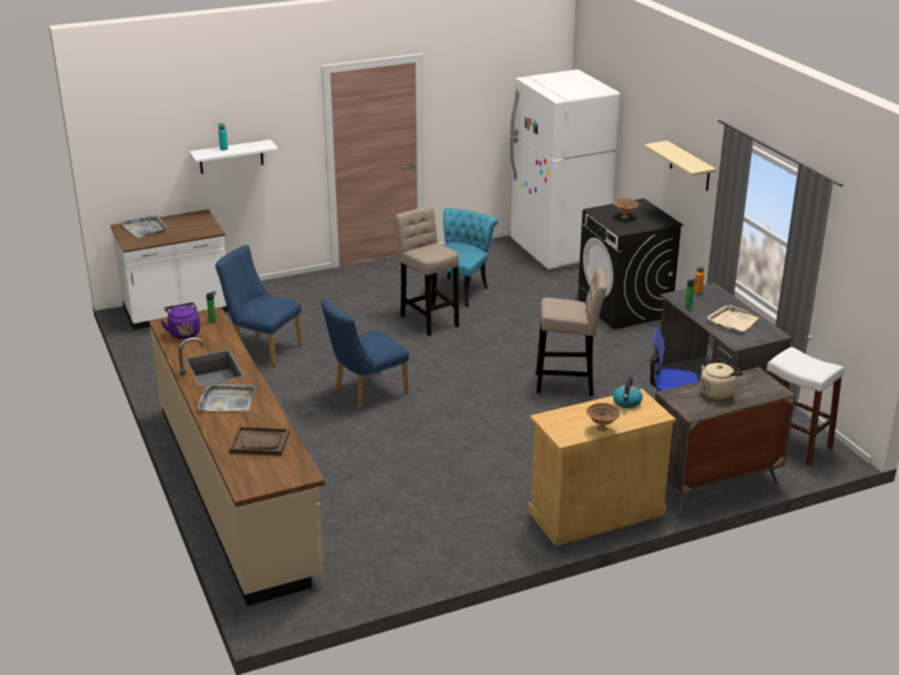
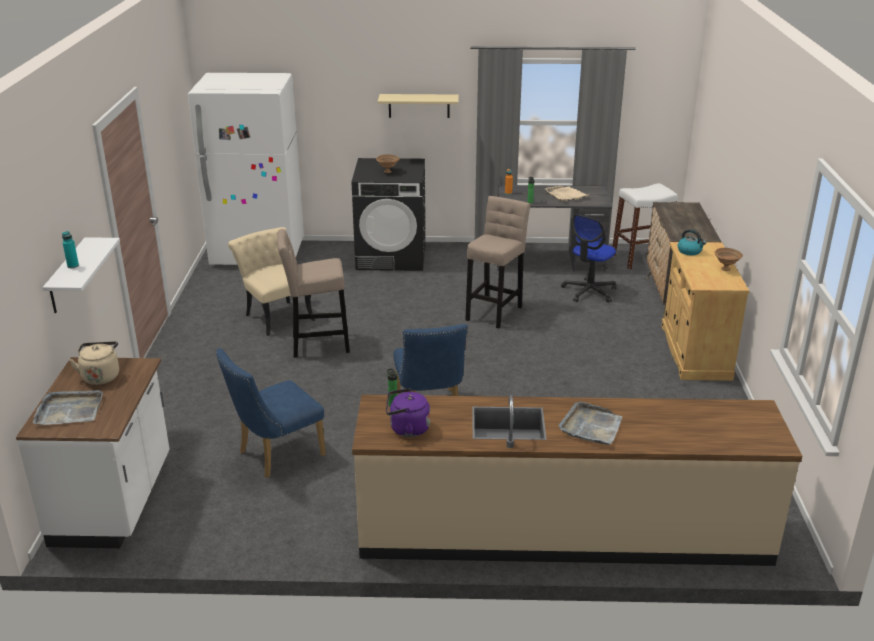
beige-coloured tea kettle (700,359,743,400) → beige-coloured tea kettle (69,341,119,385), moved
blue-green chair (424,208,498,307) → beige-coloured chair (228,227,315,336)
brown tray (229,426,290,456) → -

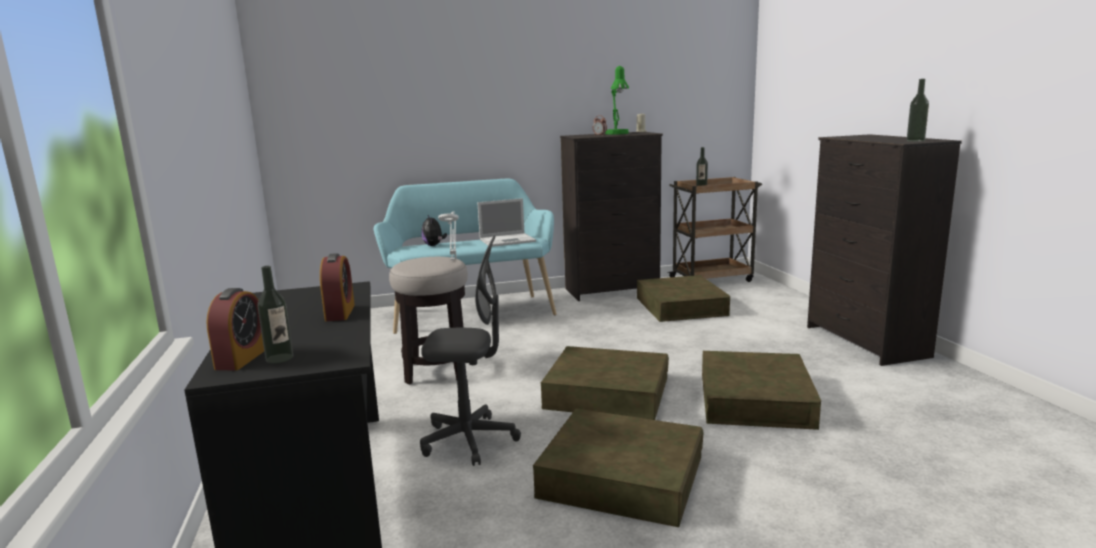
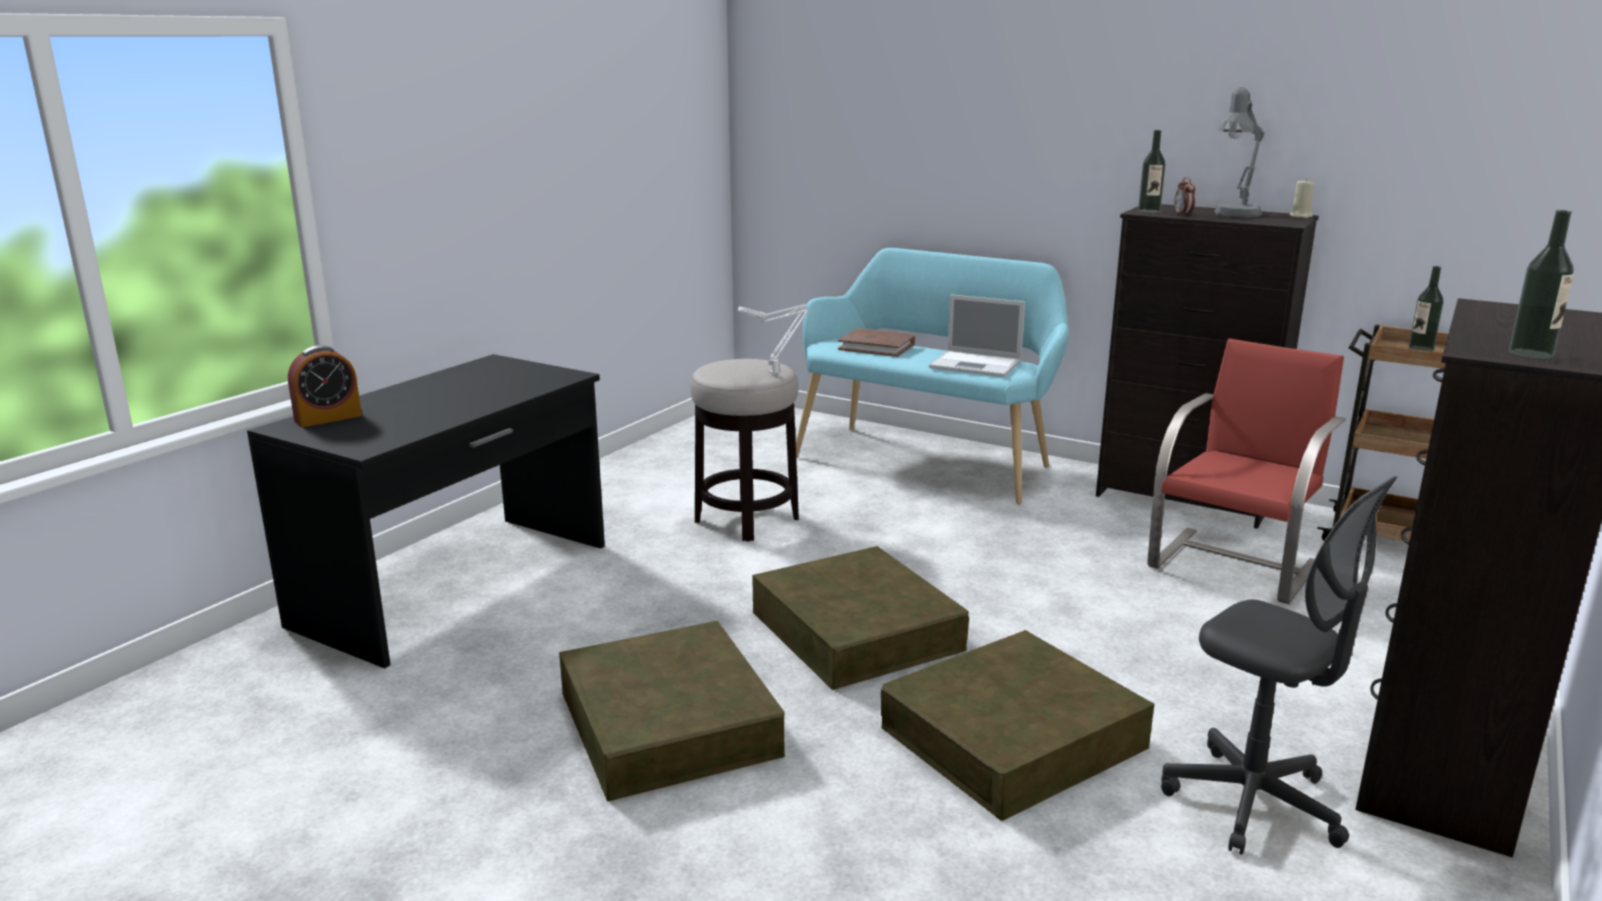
soft toy (422,215,447,246) → brown volume (838,328,915,357)
beverage bottle (257,266,293,364) → beverage bottle (1138,130,1166,213), moved
brown storage container (637,275,730,322) → reddish chair (1147,338,1346,604)
grey office chair (420,235,521,466) → grey office chair (1161,476,1397,855), moved
green lamp for a table (605,66,629,135) → grey lamp for a table (1214,87,1264,218)
table clock (320,253,355,321) → -

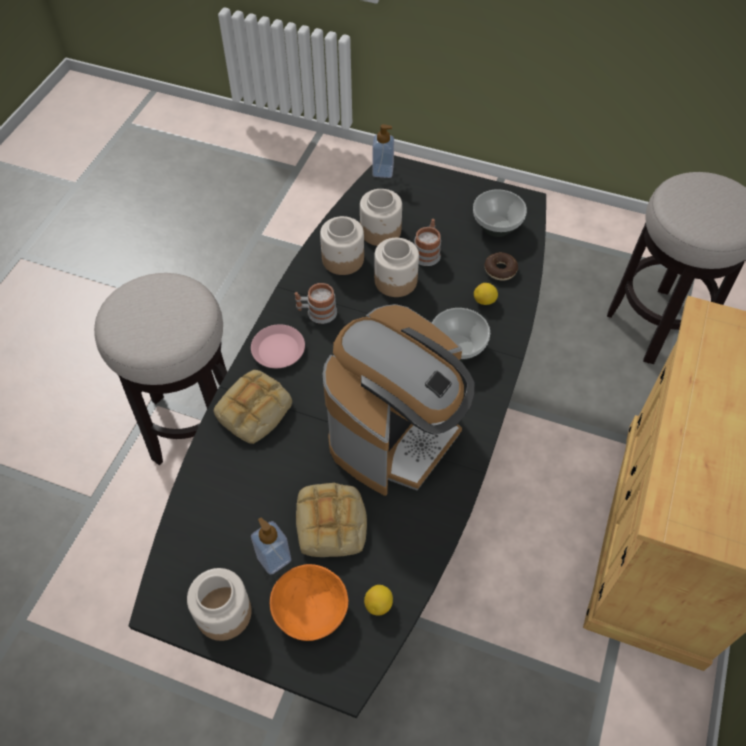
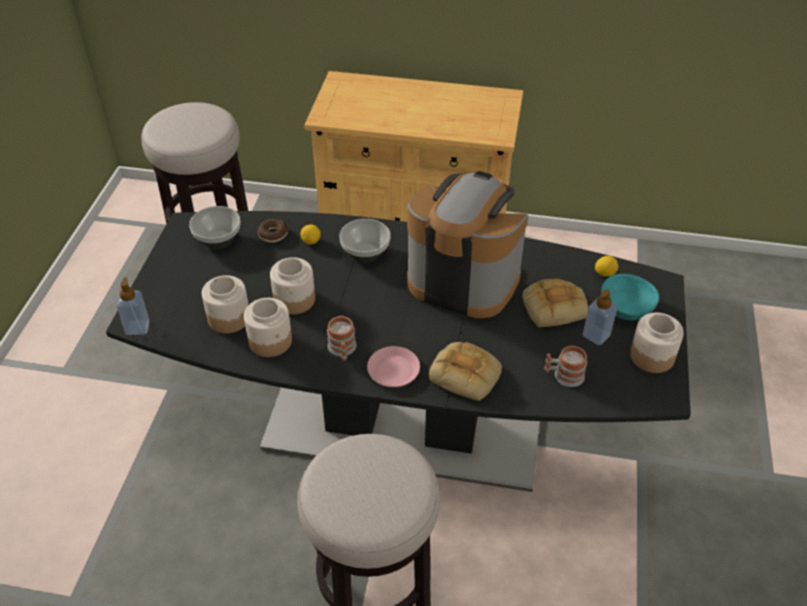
mug (414,219,441,266) → mug (544,346,587,387), moved
orangey deep dish (270,564,348,641) → blue-green deep dish (601,274,659,320)

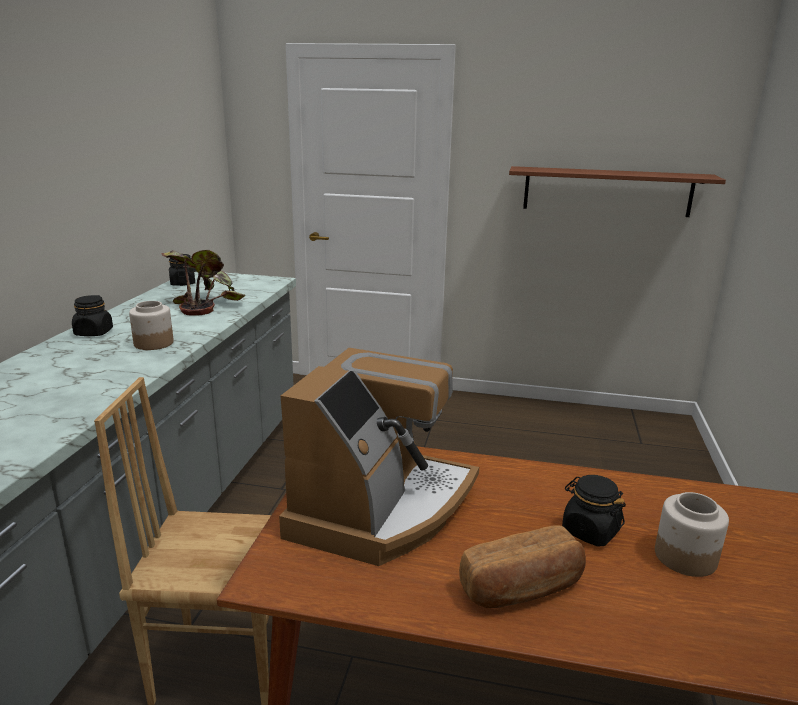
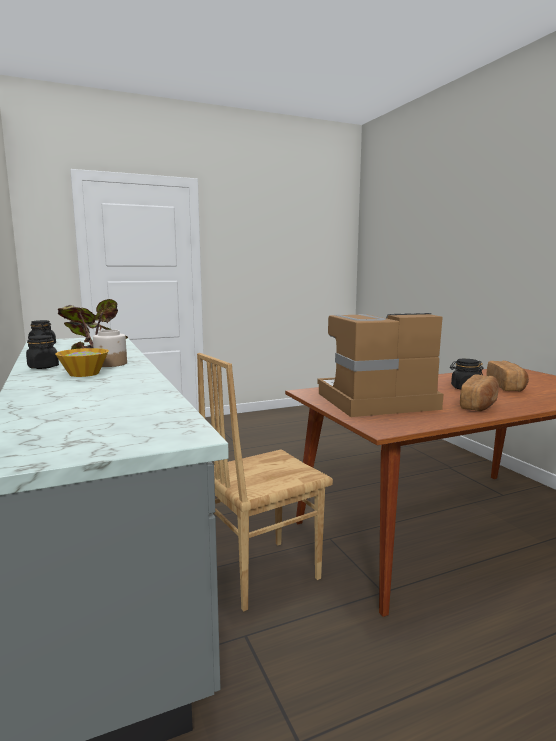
- → deep dish (55,348,109,377)
coffee machine (279,348,479,566) → coffee machine (317,313,443,417), 90 degrees counterclockwise
jar (655,492,729,577) → bakery bread (487,361,529,392)
brown wall shelf (509,166,726,217) → -

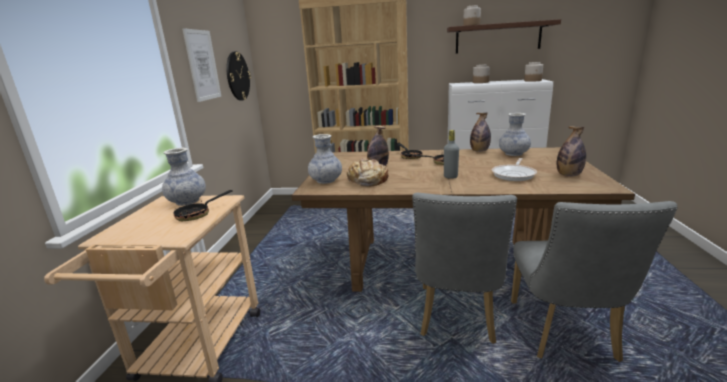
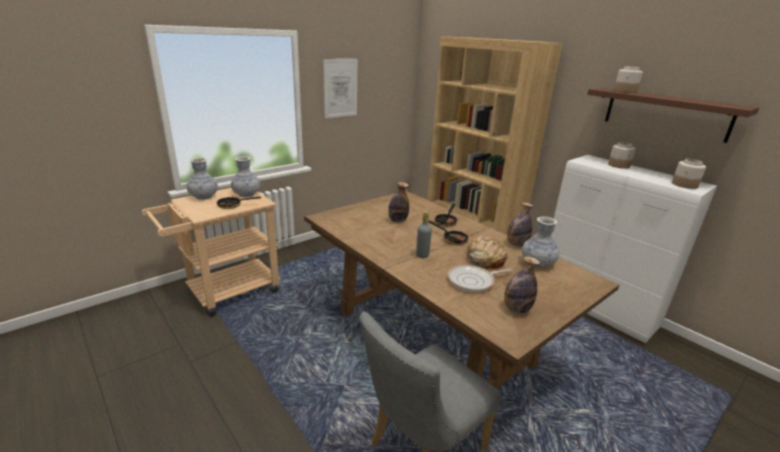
decorative vase (308,134,342,184) → decorative vase (187,158,218,200), moved
bakery bread (347,159,388,187) → bakery bread (465,236,508,269), moved
wall clock (226,51,251,100) → -
grey chair (412,193,517,344) → -

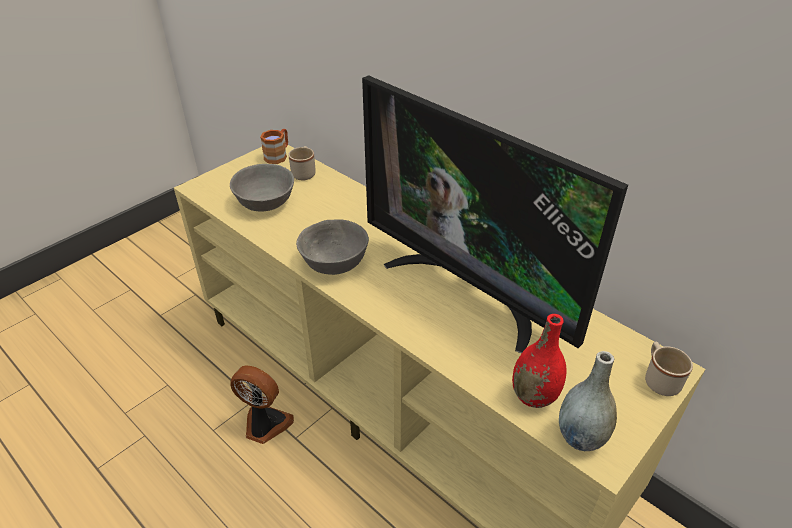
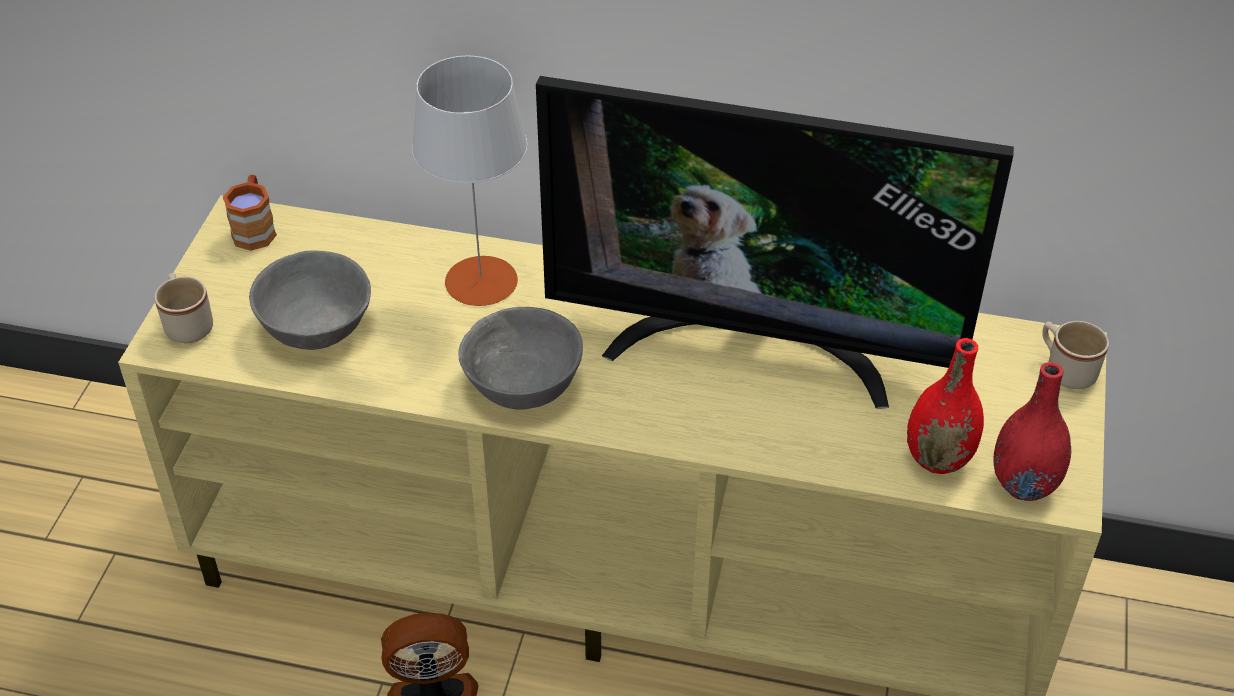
beige-coloured mug (288,146,316,180) → beige-coloured mug (154,273,213,343), moved
- → grey lamp for a table (412,55,528,306)
grey decorative vase (559,351,617,451) → reddish decorative vase (993,362,1071,501)

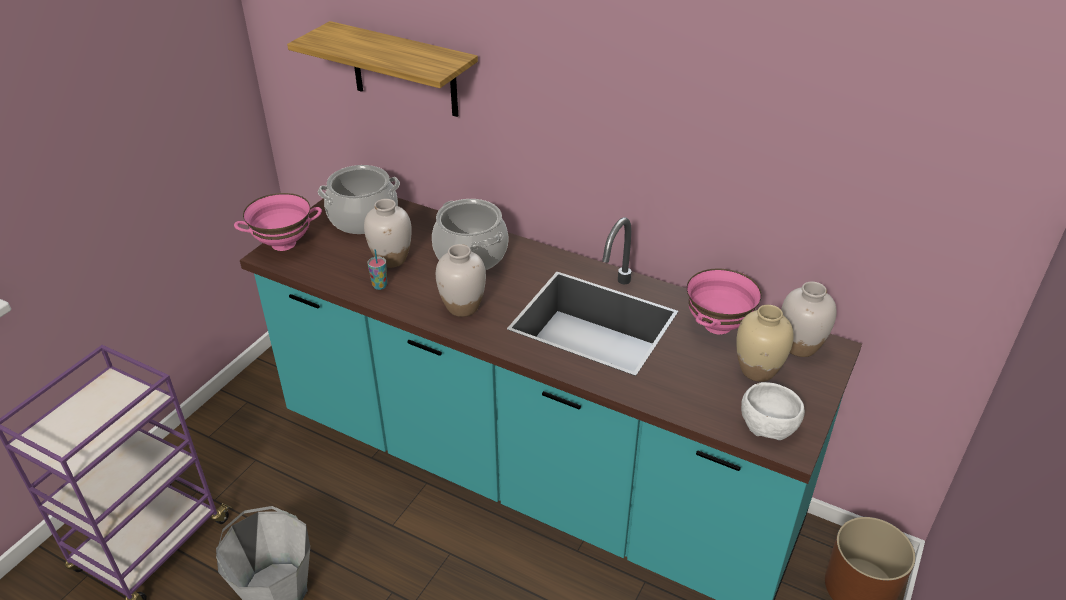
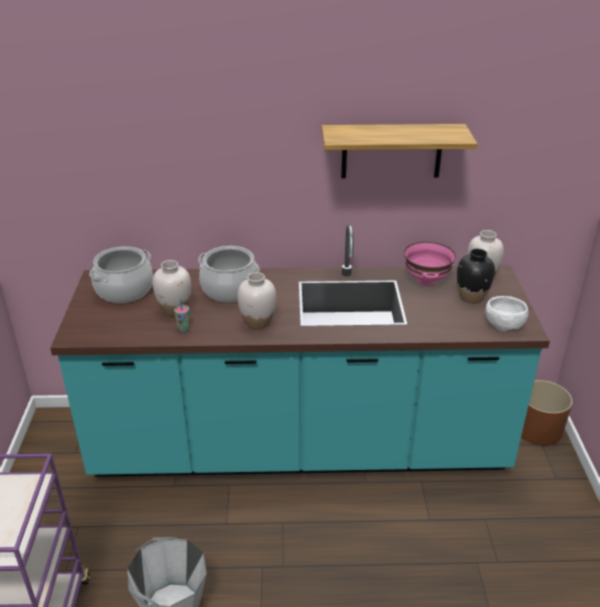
wall shelf (287,21,478,117) → wall shelf (322,124,478,178), moved
beige-coloured decorative vase (736,305,794,382) → blackish decorative vase (457,249,495,304)
pink-coloured deep dish (234,193,322,251) → -

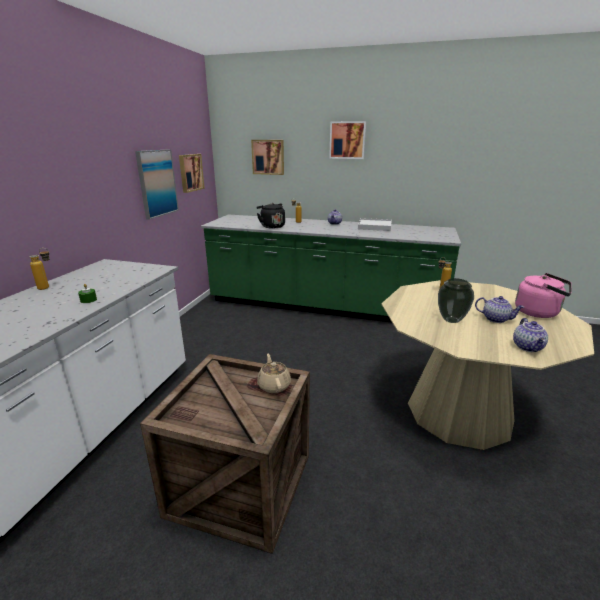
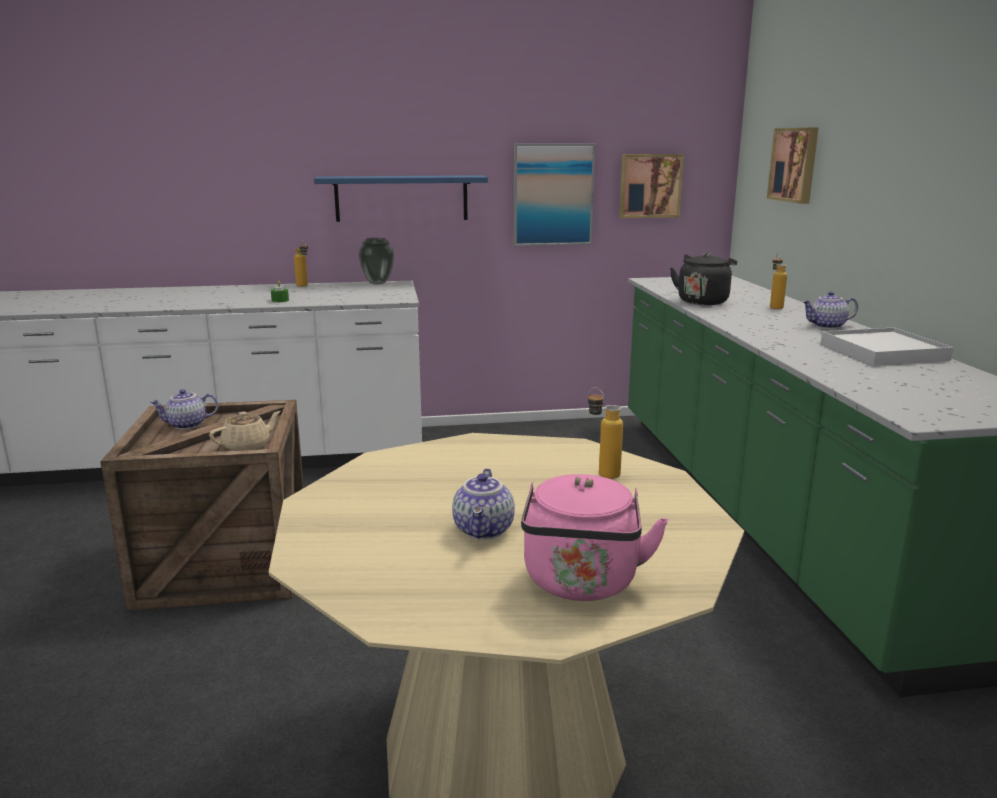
teapot (513,318,548,352) → teapot (149,389,219,429), moved
- → bluish wall shelf (314,175,488,222)
decorative vase (438,278,474,323) → decorative vase (359,238,394,285), moved
wall art (329,121,366,159) → -

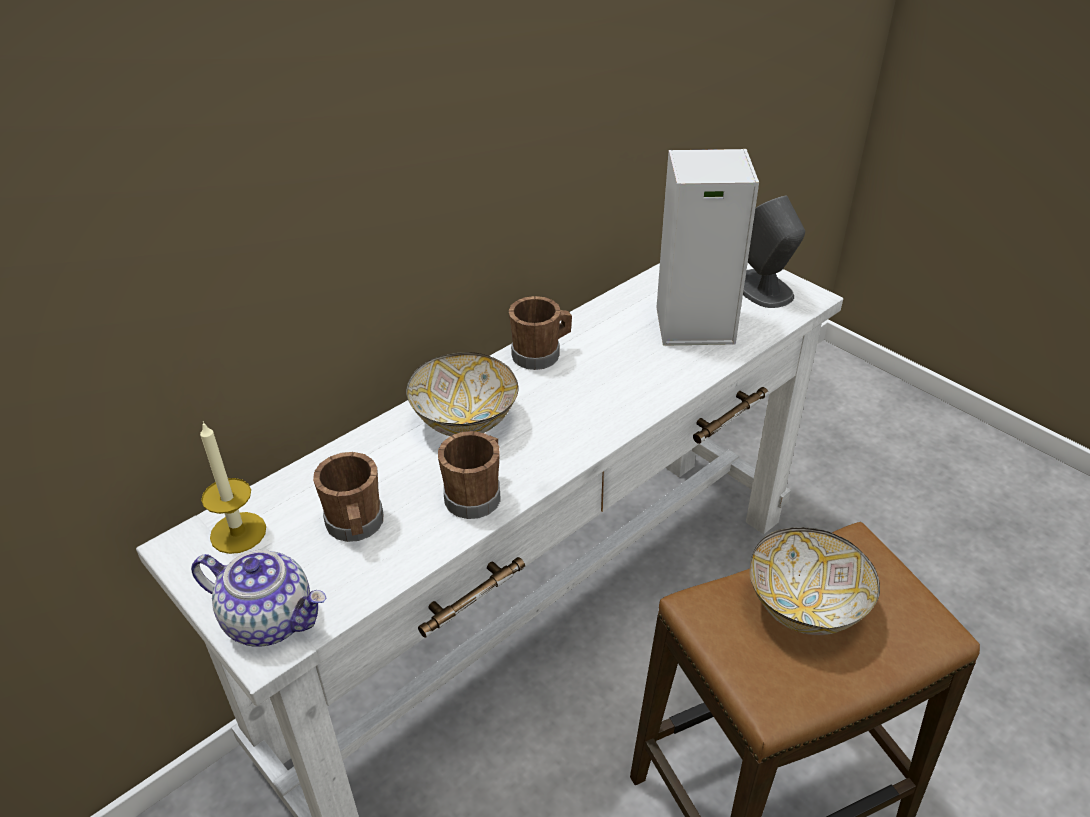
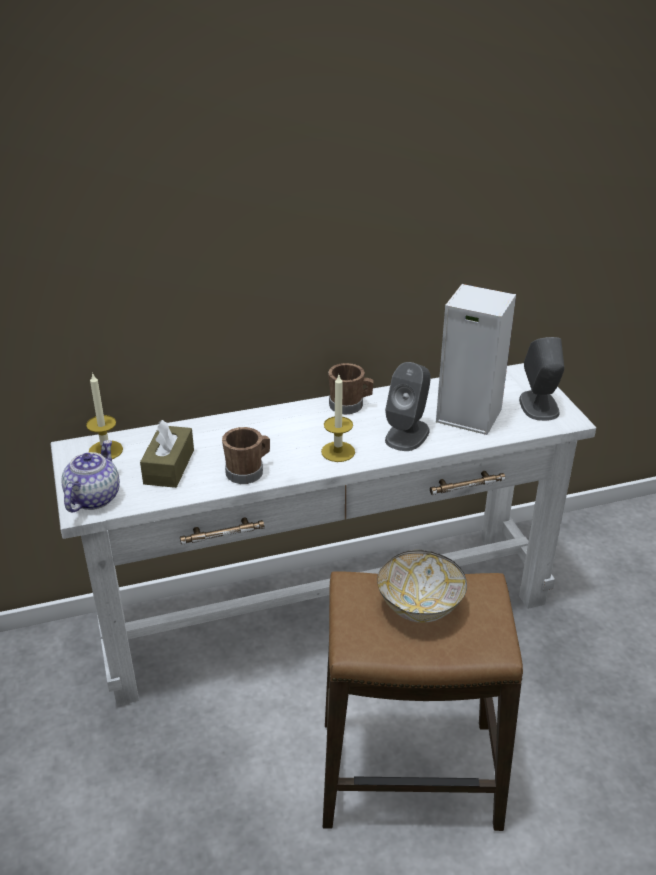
teapot (191,550,327,647) → teapot (62,440,120,512), 120 degrees counterclockwise
brown mug (313,452,383,542) → brown box of tissues (140,420,194,488)
- → candle (321,375,355,462)
- → grey audio speaker (385,362,431,451)
deep dish (406,352,518,436) → -

